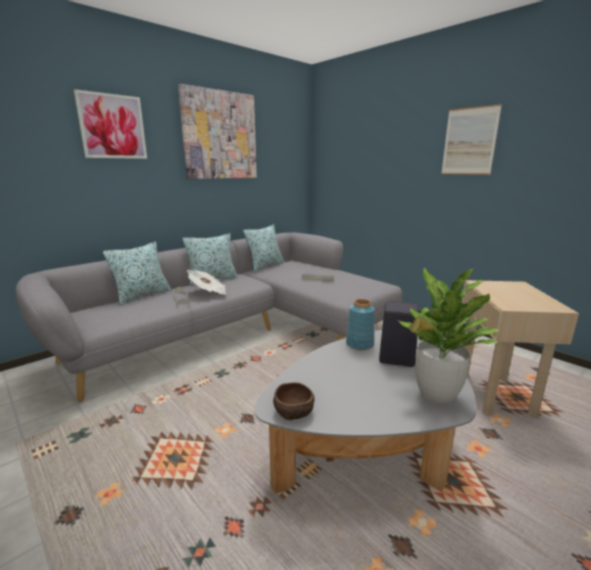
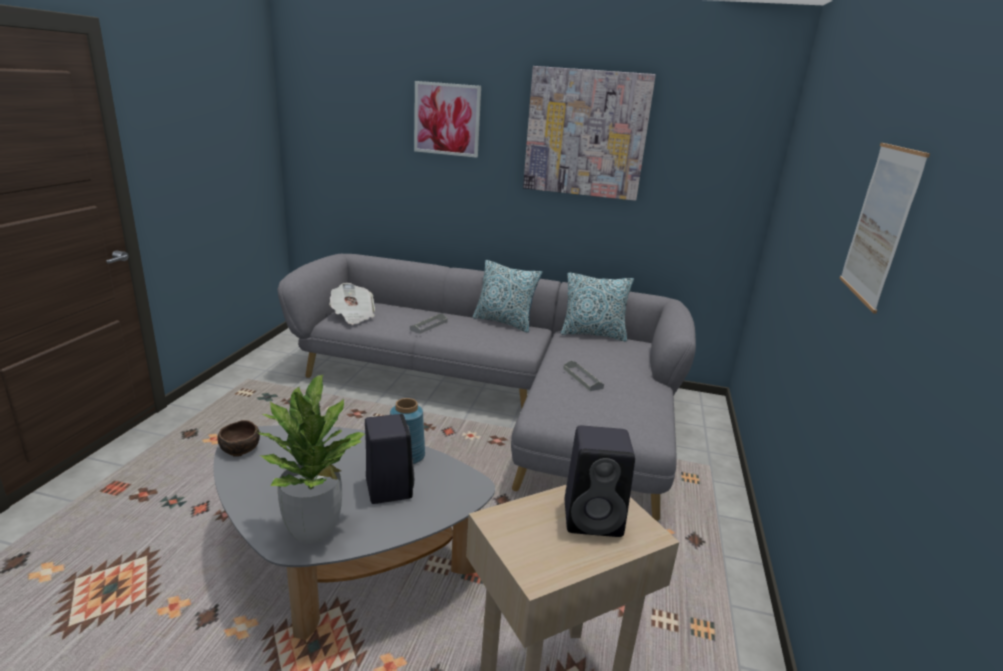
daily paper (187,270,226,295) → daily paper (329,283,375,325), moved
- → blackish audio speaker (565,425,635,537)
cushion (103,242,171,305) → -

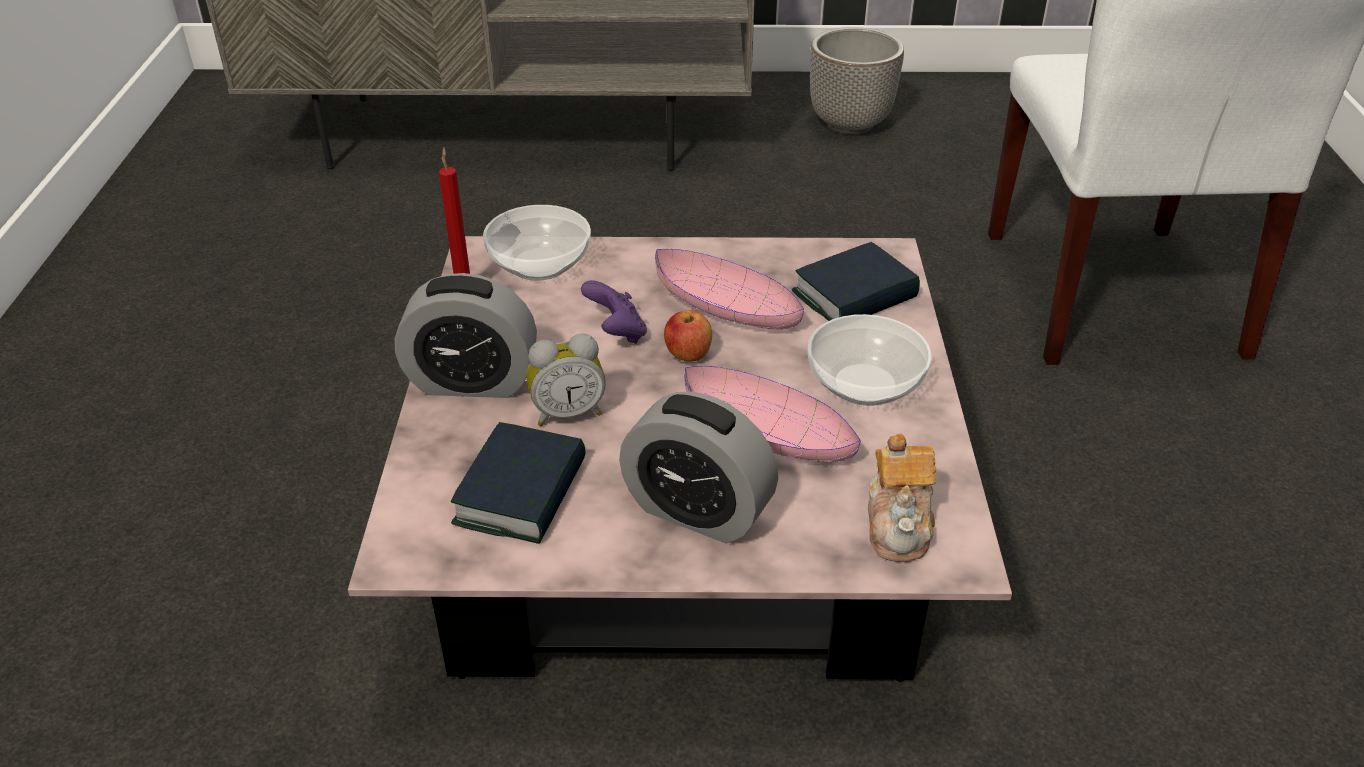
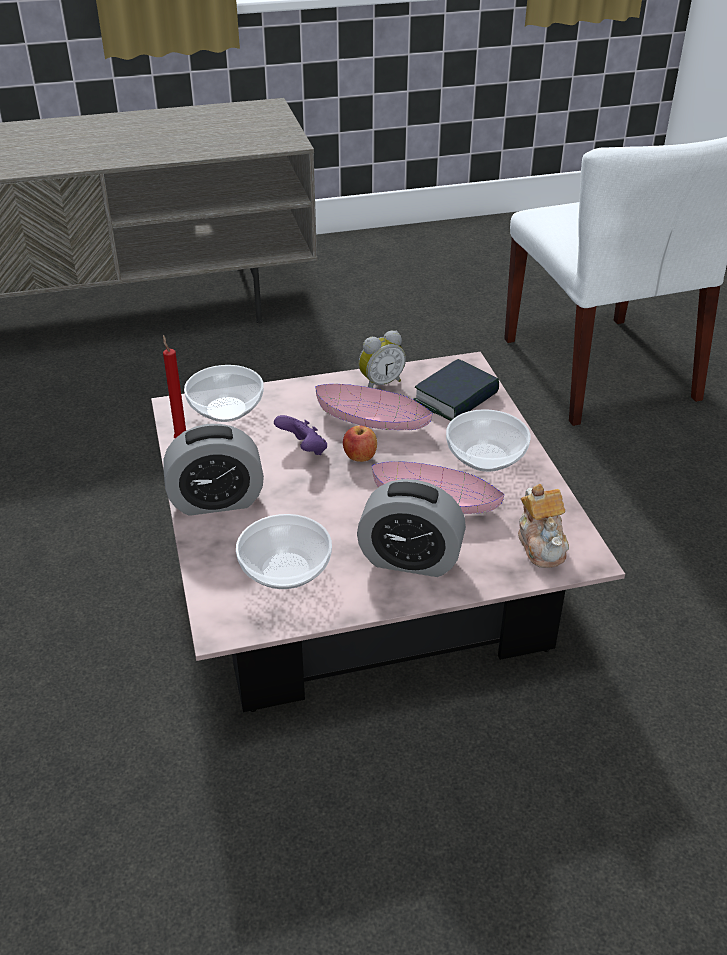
volume (451,422,586,544) → deep dish (236,514,332,589)
table clock (526,333,606,426) → table clock (359,331,406,388), moved
flower pot (810,27,904,135) → -

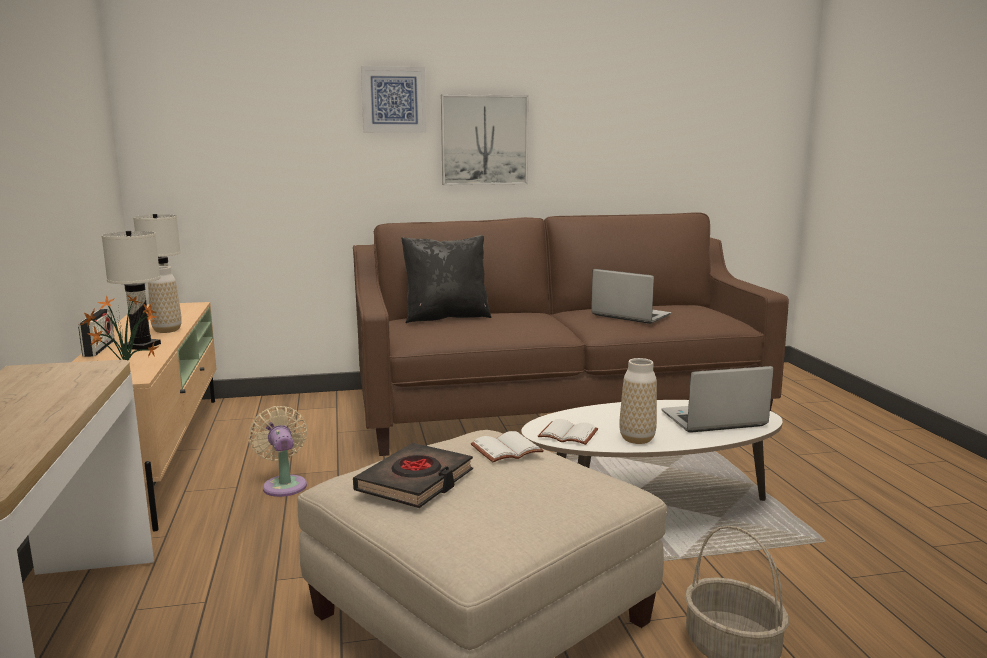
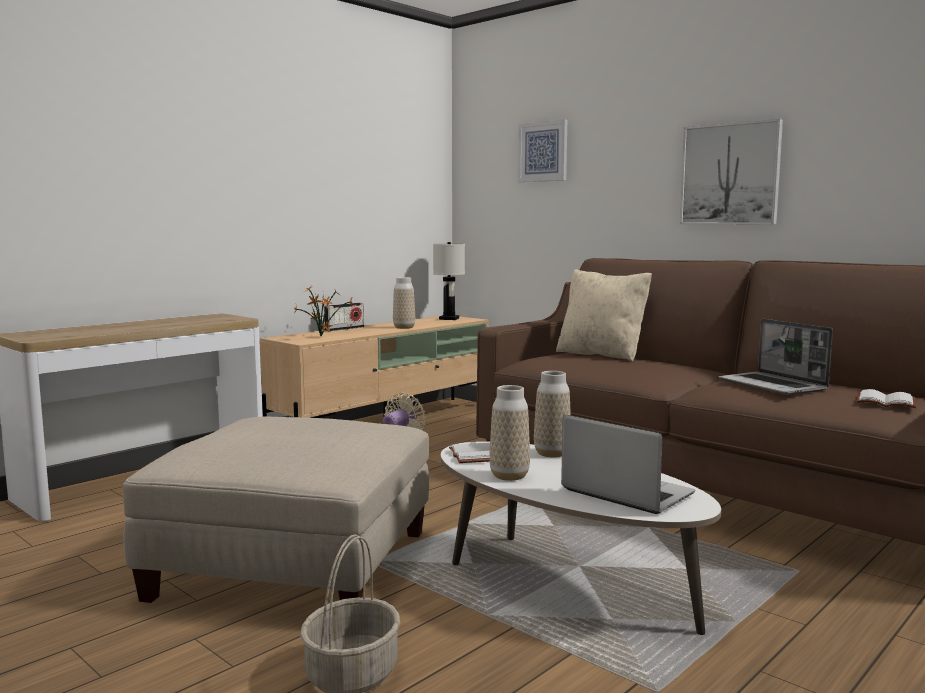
wall art (361,66,426,133) → wall art (518,119,567,182), moved
- → decorative vase (534,371,571,457)
blackish cushion (401,235,492,323) → beige-coloured cushion (556,269,652,362)
notebook computer (591,269,671,324) → notebook computer (719,319,833,395), 150 degrees clockwise
white-coloured volume (471,431,544,462) → white-coloured volume (856,389,916,408), moved
white-coloured lamp for a table (101,231,161,350) → -
blackish volume (353,443,473,508) → -

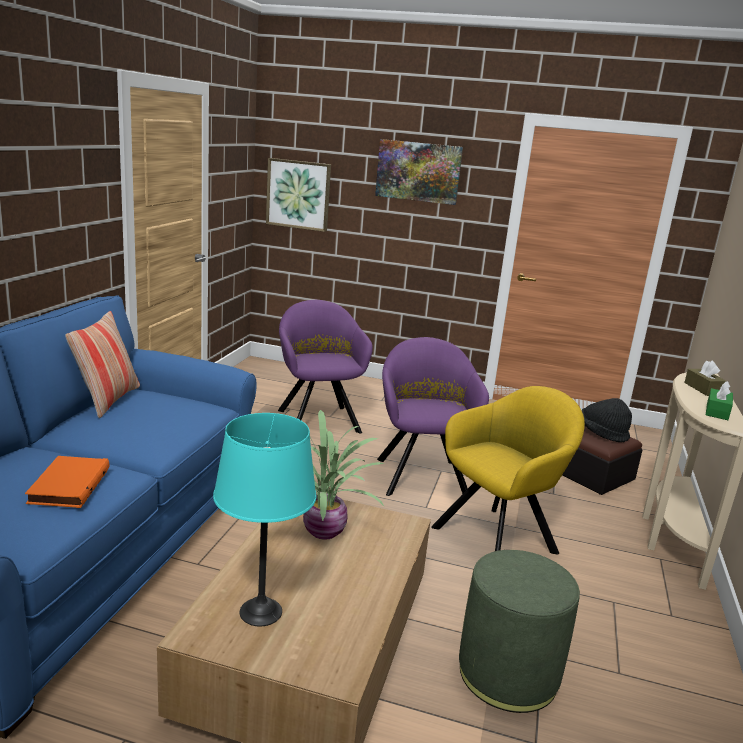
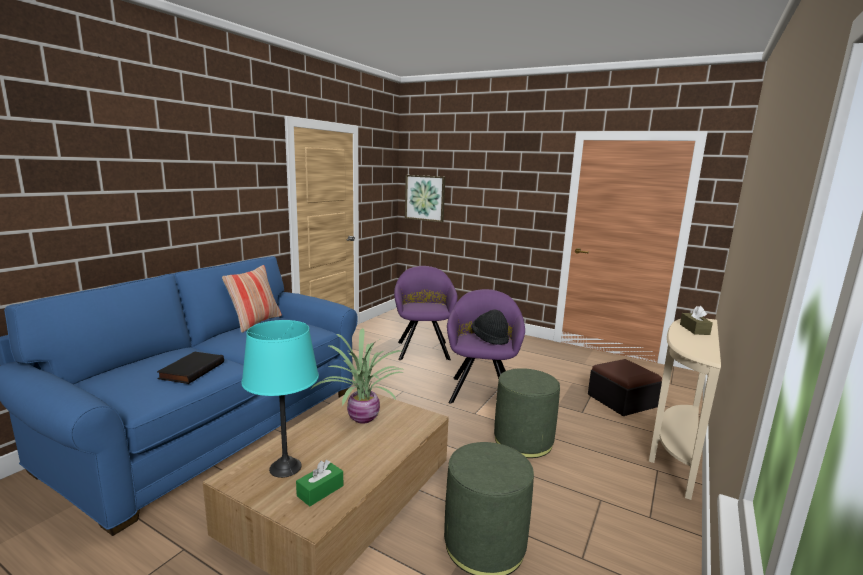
orangey volume (25,456,109,508) → blackish volume (157,352,224,384)
green box of tissues (706,381,733,420) → green box of tissues (296,460,343,507), moved
blackish clothing hat (582,398,632,442) → blackish clothing hat (472,310,509,345), moved
yellow lounge chair (431,386,585,555) → green ottoman (494,368,560,458)
wall art (375,139,463,205) → -

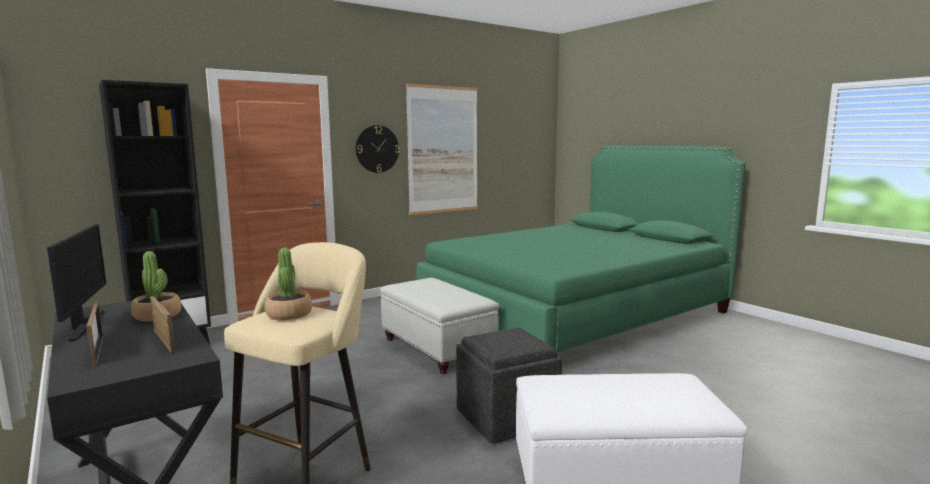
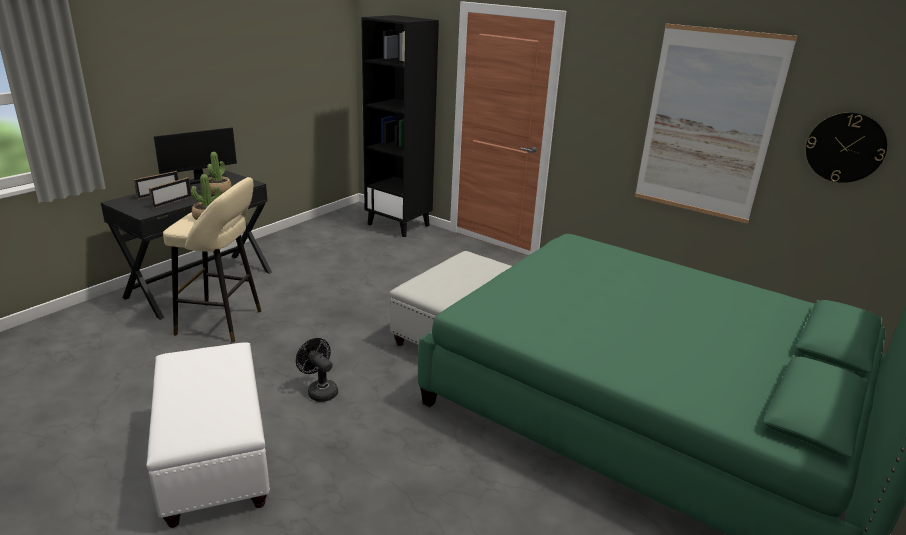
grey ottoman (456,328,562,444) → blackish fan (296,338,338,402)
wall clock (356,125,399,173) → wall clock (806,113,887,183), moved

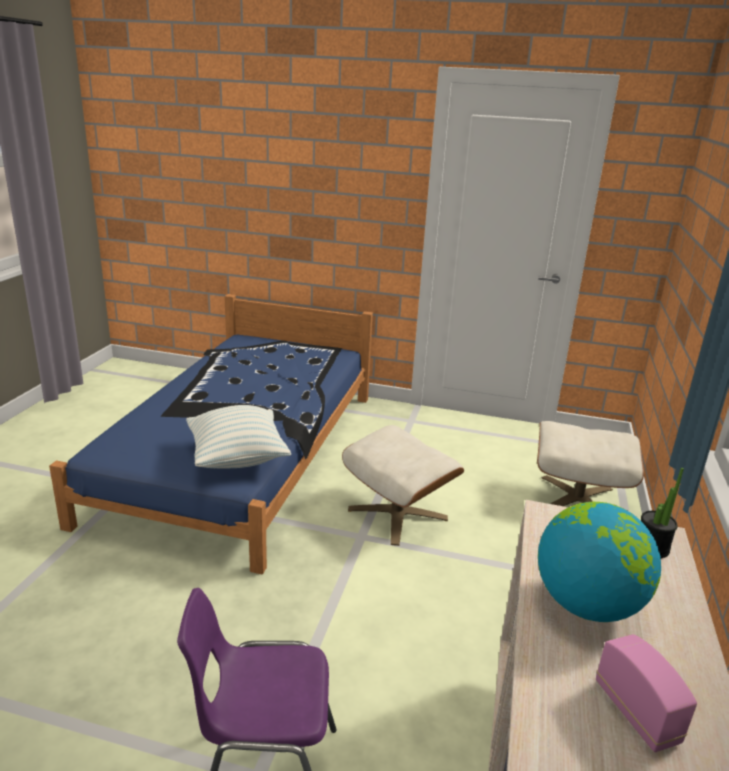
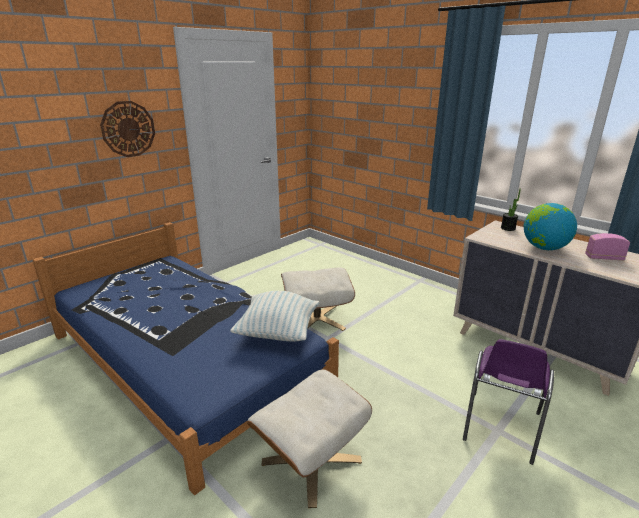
- → wall clock (100,101,155,157)
beige-coloured ottoman (537,421,644,506) → beige-coloured ottoman (247,369,372,508), moved

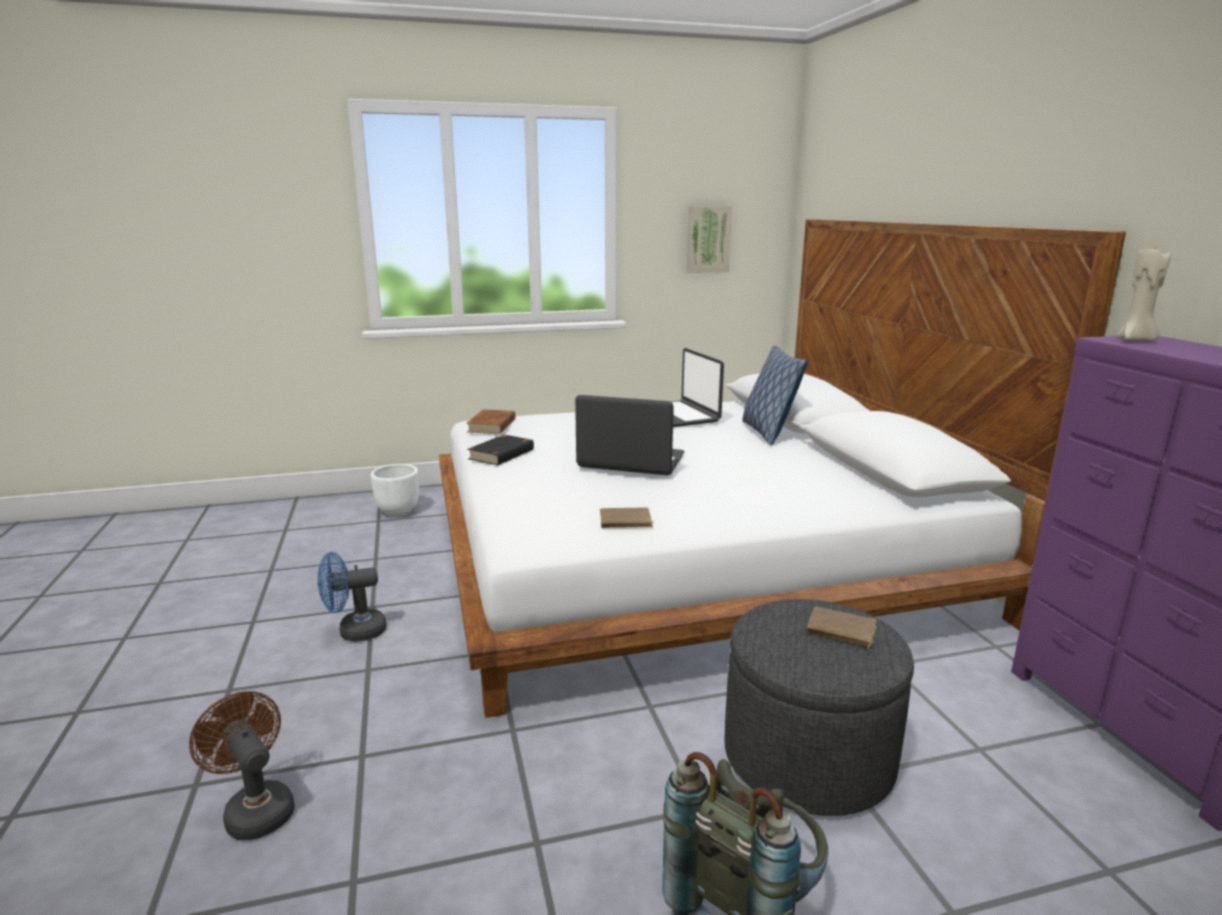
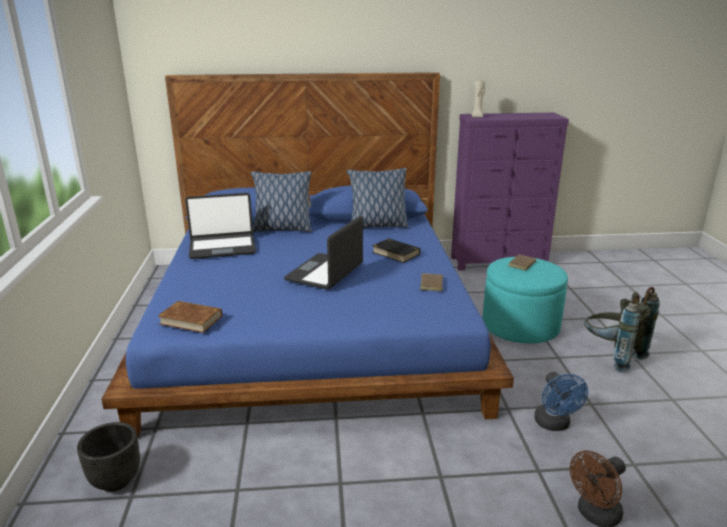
white-coloured flower pot (371,464,419,517) → blackish flower pot (77,422,140,492)
white-coloured bed (439,219,1126,718) → bluish bed (101,72,514,437)
- → cushion (347,168,409,228)
blackish volume (467,435,534,465) → blackish volume (372,238,420,263), moved
grey ottoman (724,599,914,816) → blue-green ottoman (483,257,568,344)
bluish fan (318,552,387,642) → bluish fan (534,372,588,431), moved
wall art (687,206,732,273) → -

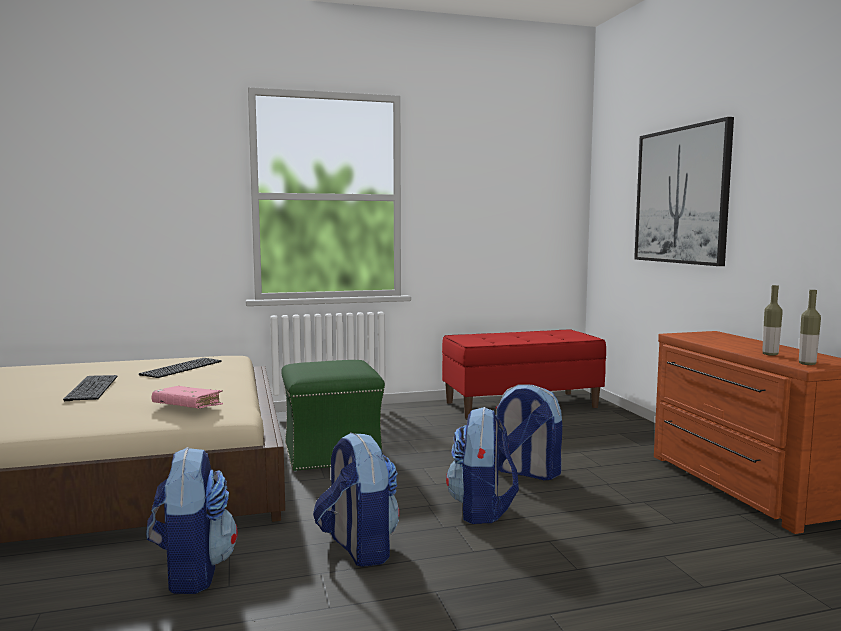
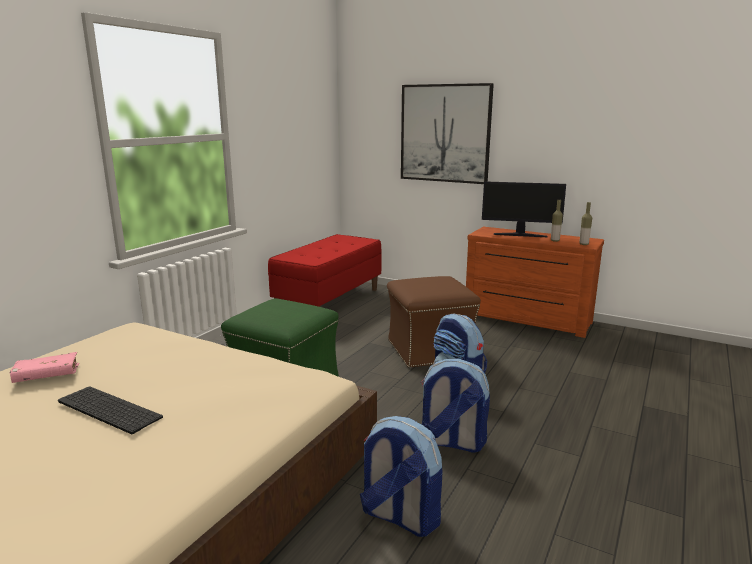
pink-coloured volume (152,386,223,408) → pink-coloured volume (9,352,79,383), moved
knapsack (495,384,562,480) → brown ottoman (387,276,481,368)
- → monitor (482,181,566,237)
computer keyboard (139,358,222,378) → -

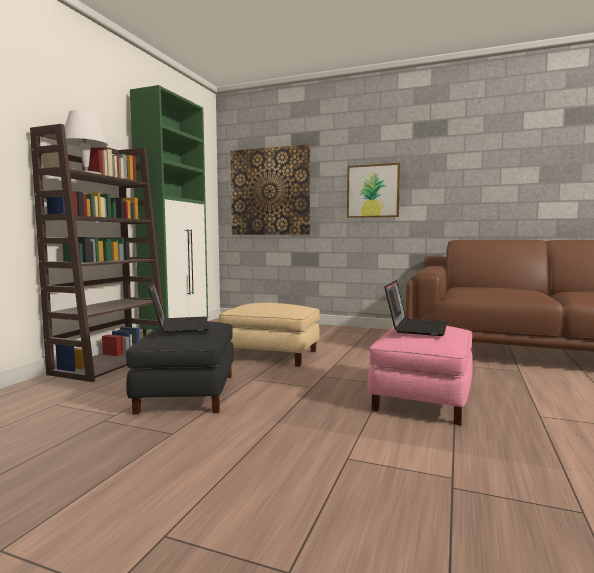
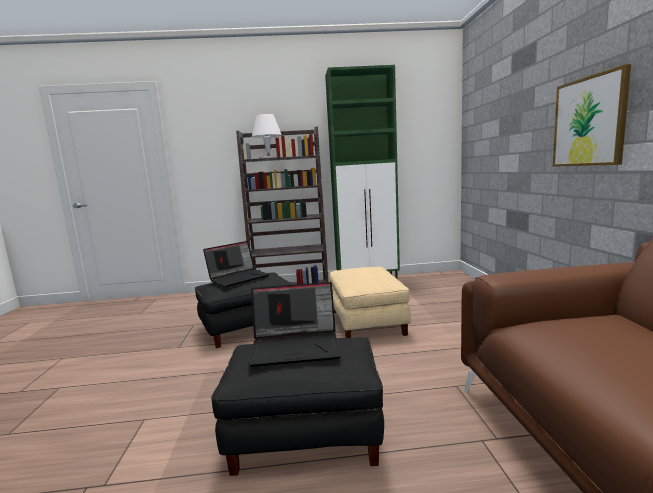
pink-coloured ottoman (368,326,473,425) → blackish ottoman (211,337,384,476)
wall art (231,144,310,235) → -

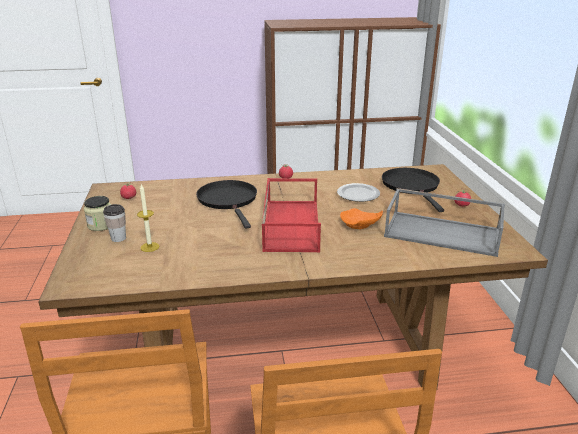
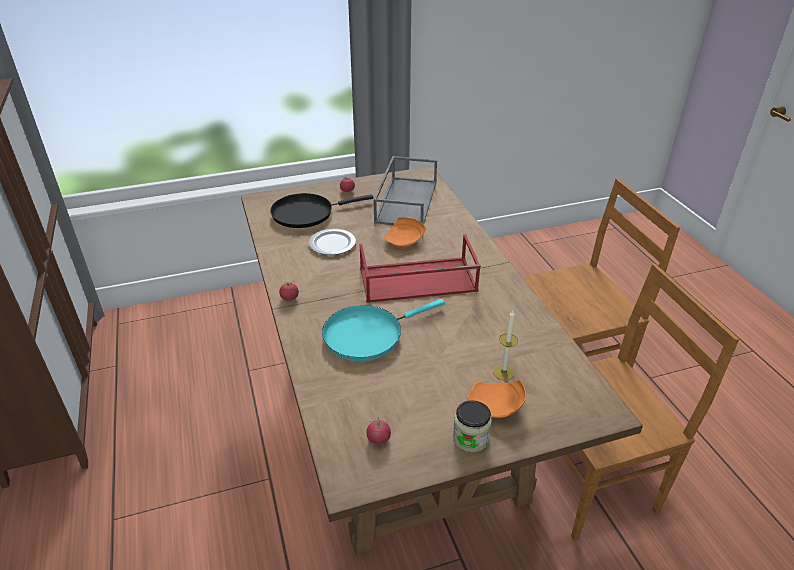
blackish pan (196,180,257,229) → blue-green pan (322,299,445,361)
cup (103,204,126,242) → orangey flat dish (467,380,526,418)

